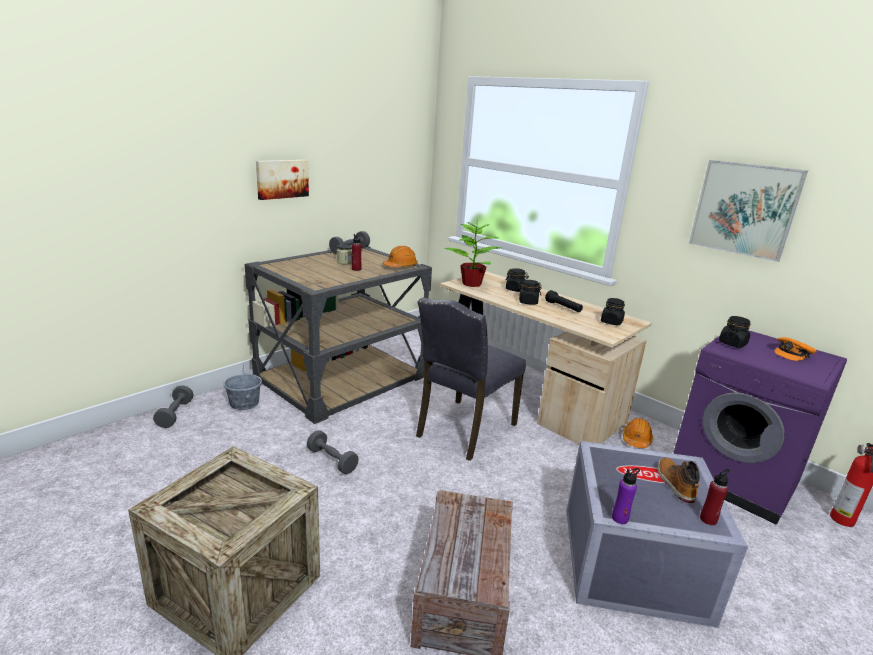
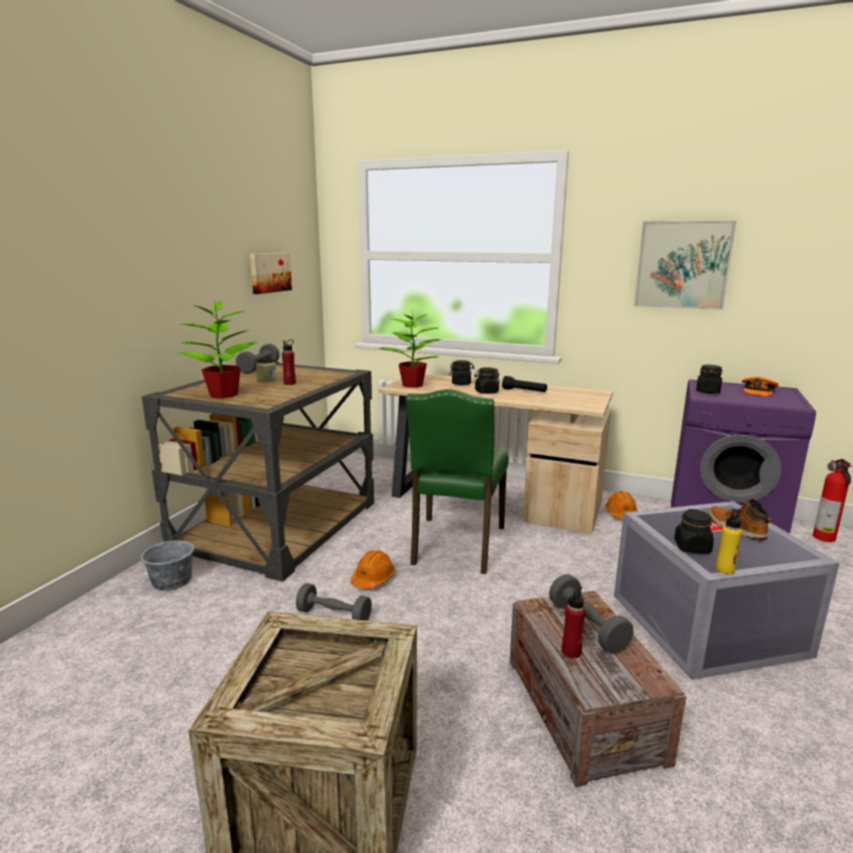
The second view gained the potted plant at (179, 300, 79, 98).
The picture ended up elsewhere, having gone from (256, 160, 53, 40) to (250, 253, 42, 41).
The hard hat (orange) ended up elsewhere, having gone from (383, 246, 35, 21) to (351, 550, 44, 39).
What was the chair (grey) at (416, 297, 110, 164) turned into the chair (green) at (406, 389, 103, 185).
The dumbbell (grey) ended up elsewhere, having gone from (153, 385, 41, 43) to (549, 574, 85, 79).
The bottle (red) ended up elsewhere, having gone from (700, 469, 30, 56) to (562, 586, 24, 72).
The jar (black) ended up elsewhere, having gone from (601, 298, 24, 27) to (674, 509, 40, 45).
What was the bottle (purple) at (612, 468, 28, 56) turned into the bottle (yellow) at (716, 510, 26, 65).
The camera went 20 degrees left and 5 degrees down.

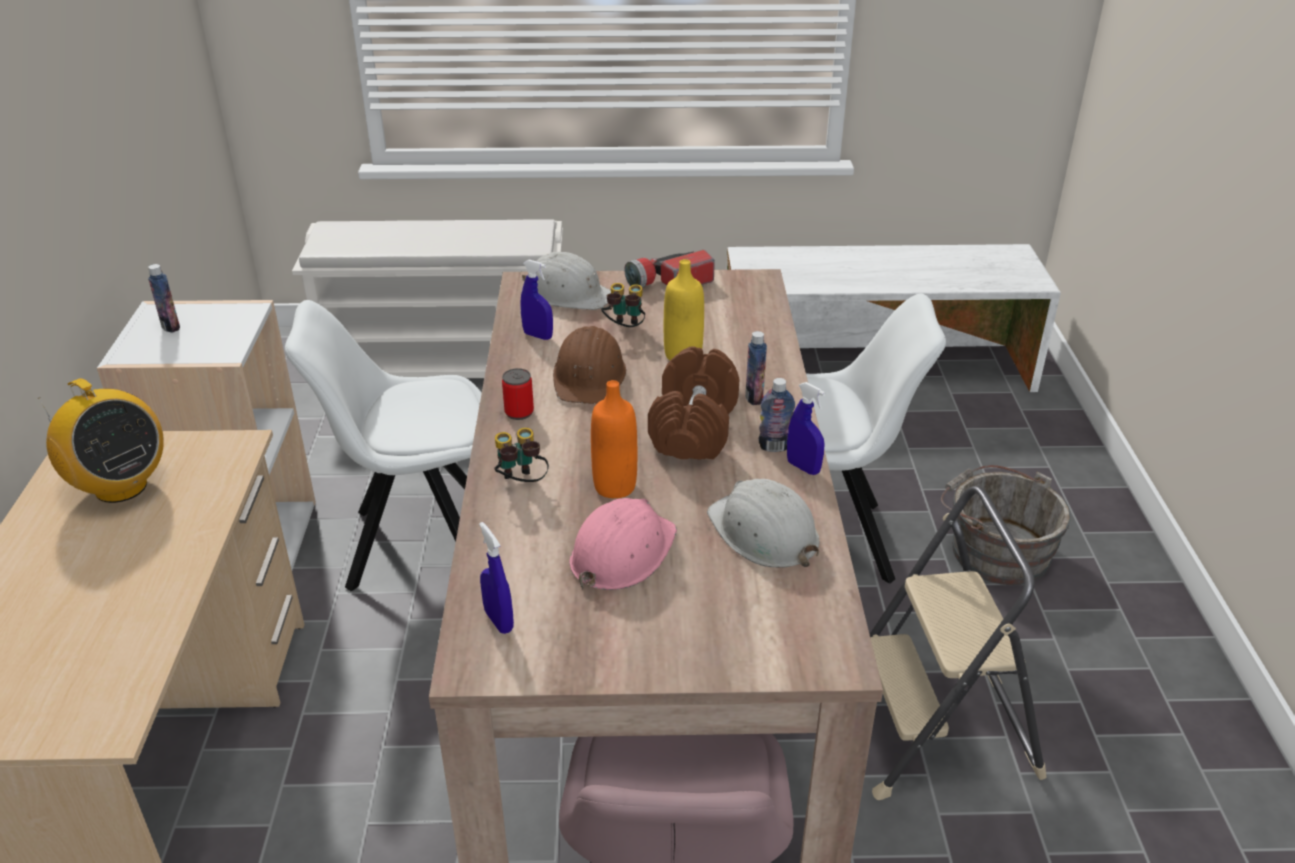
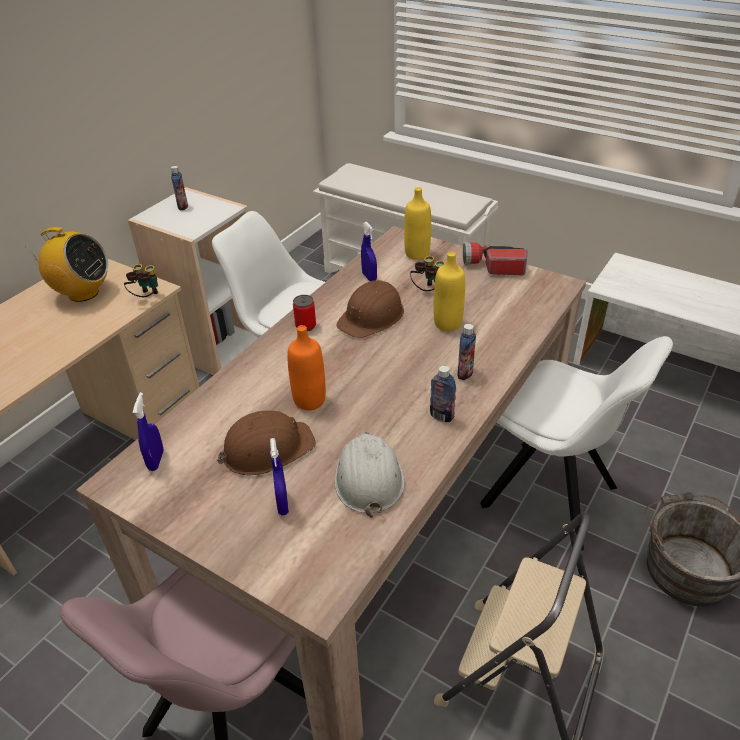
The radio at (38, 378, 126, 125) ended up facing another way, 60 degrees counterclockwise from before.
The binoculars ended up elsewhere, having gone from (494, 428, 55, 54) to (124, 264, 34, 33).
What was the hard hat (pink) at (569, 498, 108, 92) turned into the hard hat (brown) at (216, 411, 100, 64).
The spray bottle (blue) ended up elsewhere, having gone from (787, 382, 39, 93) to (270, 438, 19, 77).
Where the hard hat (white) stood at (522, 252, 89, 58), the bottle (yellow) came to stand at (404, 187, 27, 73).
The second view lost the dumbbell (brown) at (648, 347, 92, 113).
The camera went 35 degrees right and 5 degrees up.

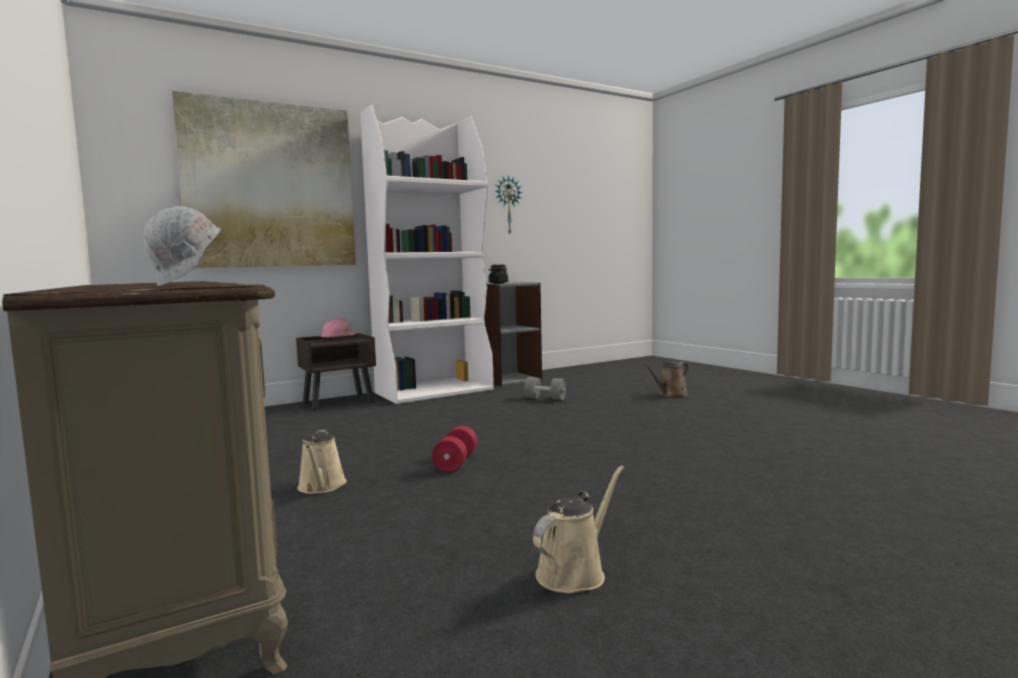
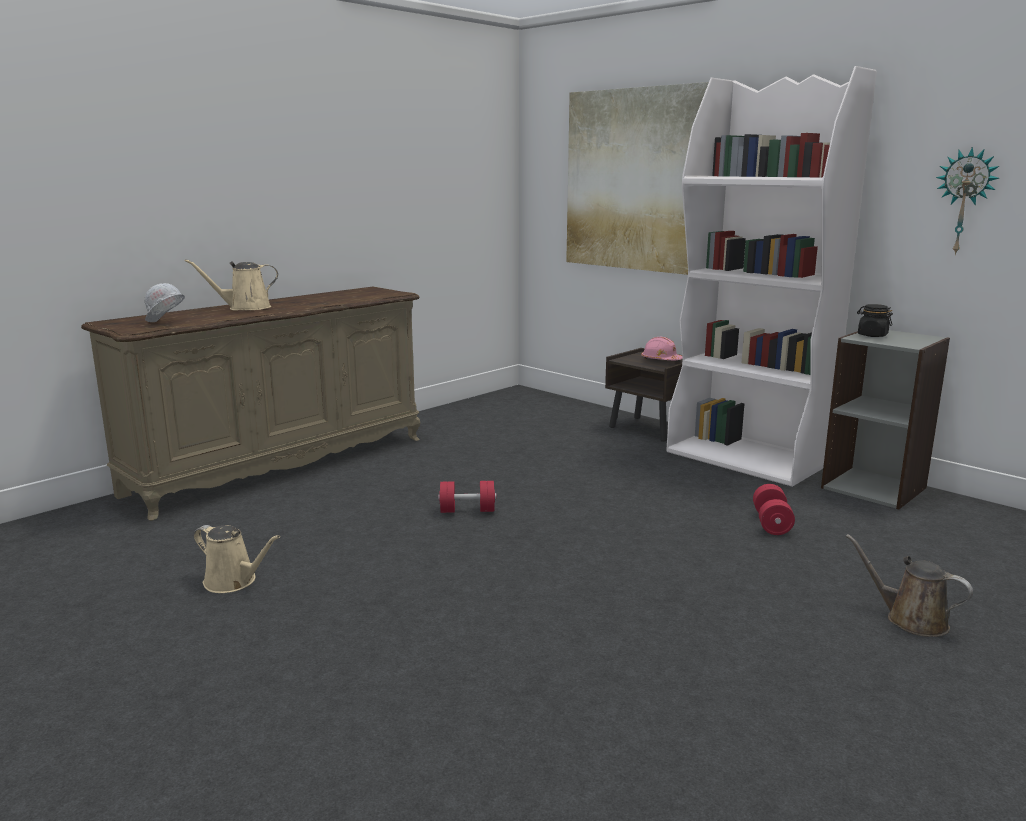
The watering can (beige) ended up elsewhere, having gone from (297, 430, 50, 64) to (185, 259, 93, 52).
What was the dumbbell (grey) at (524, 377, 42, 23) turned into the dumbbell (red) at (753, 484, 42, 51).
The camera went 75 degrees right and 10 degrees up.

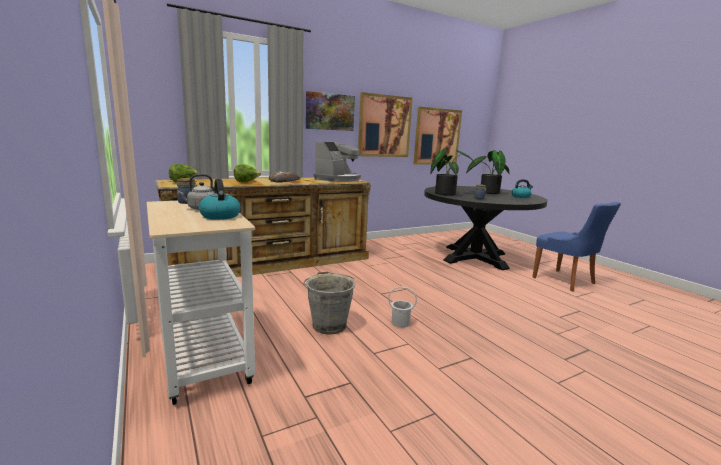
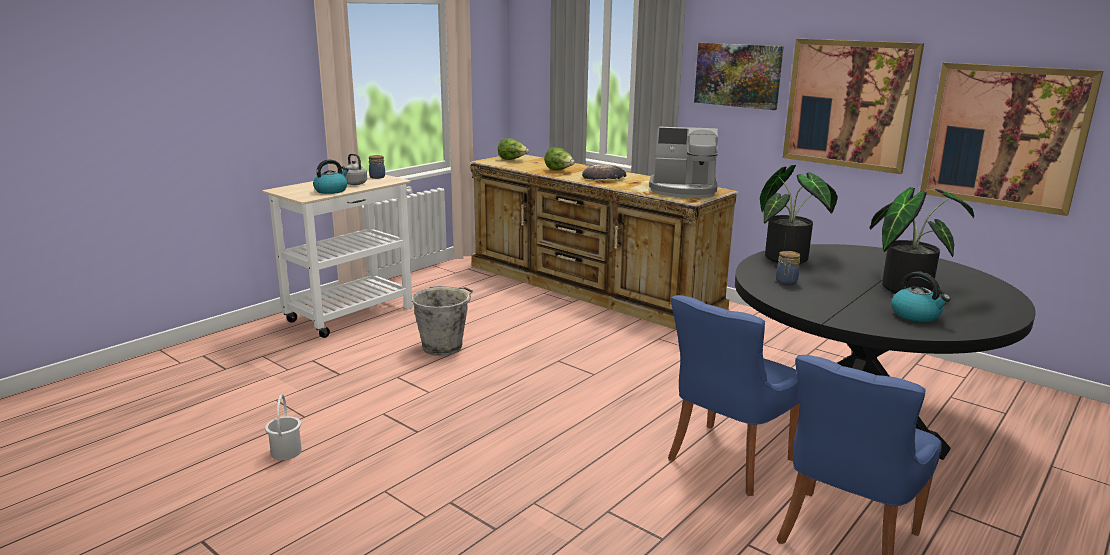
The bucket (white) ended up elsewhere, having gone from (388, 287, 29, 41) to (265, 394, 37, 66).
The second view gained the chair (blue) at (668, 295, 132, 201).
The camera went 70 degrees right and 5 degrees up.

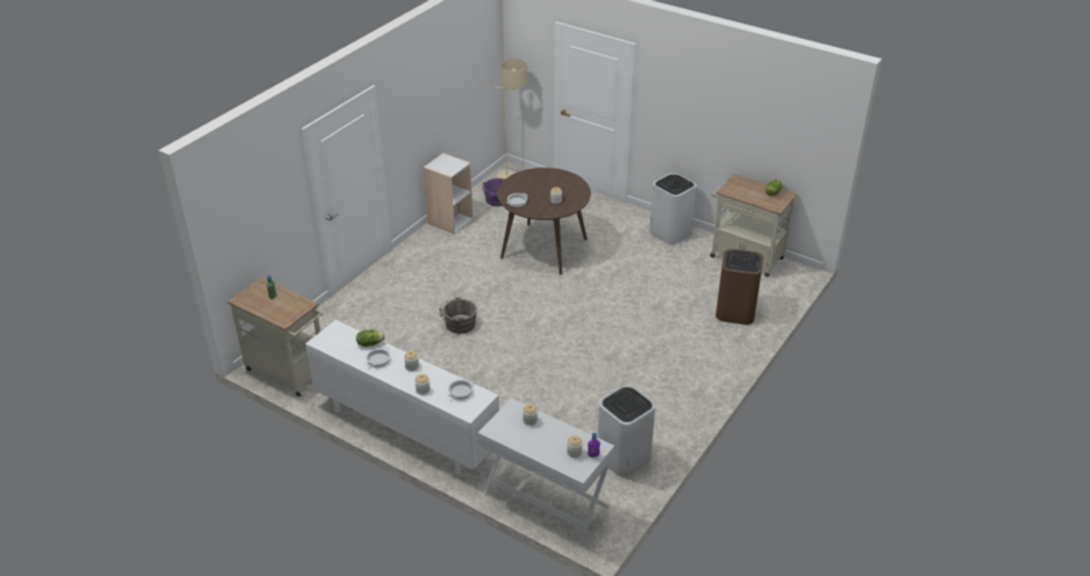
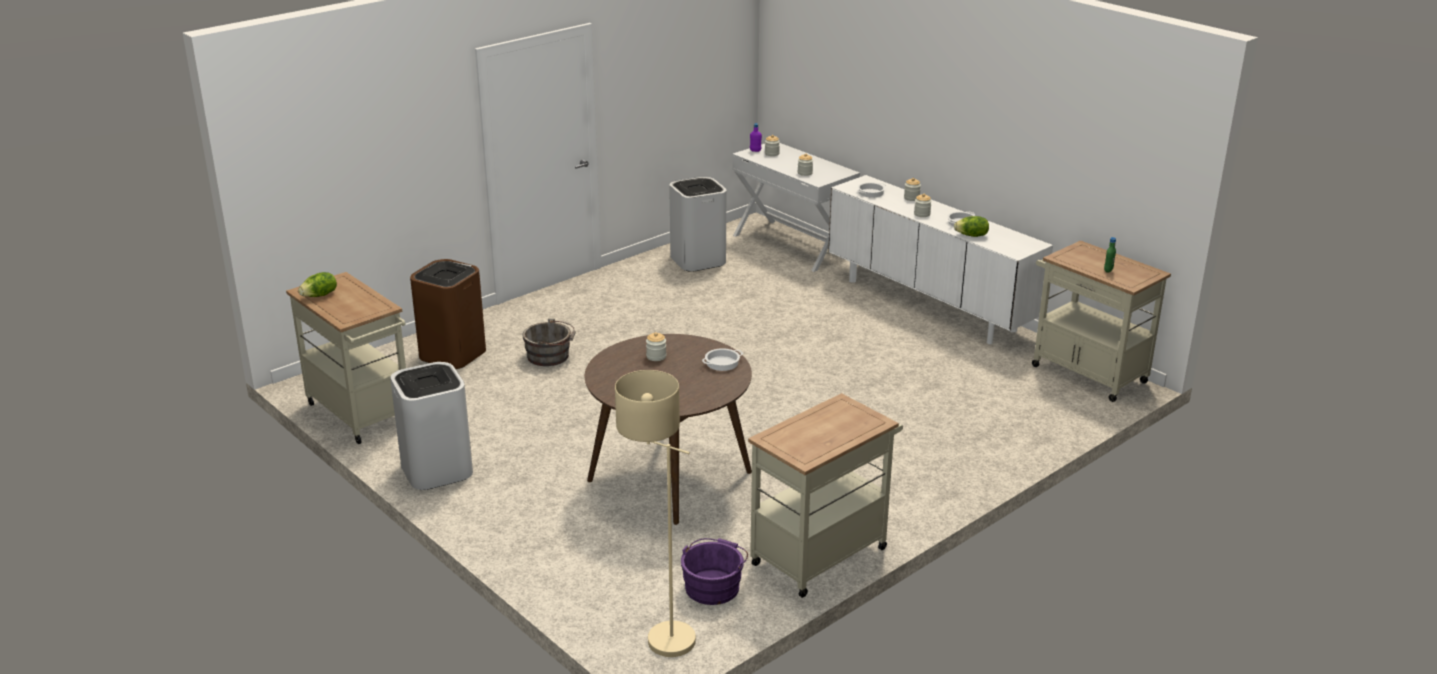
The bucket (grey) ended up elsewhere, having gone from (439, 297, 38, 37) to (522, 319, 54, 47).
Where the bookcase stood at (423, 153, 50, 81), the cart (beige) came to stand at (748, 393, 155, 205).
The camera went 165 degrees left and 10 degrees down.

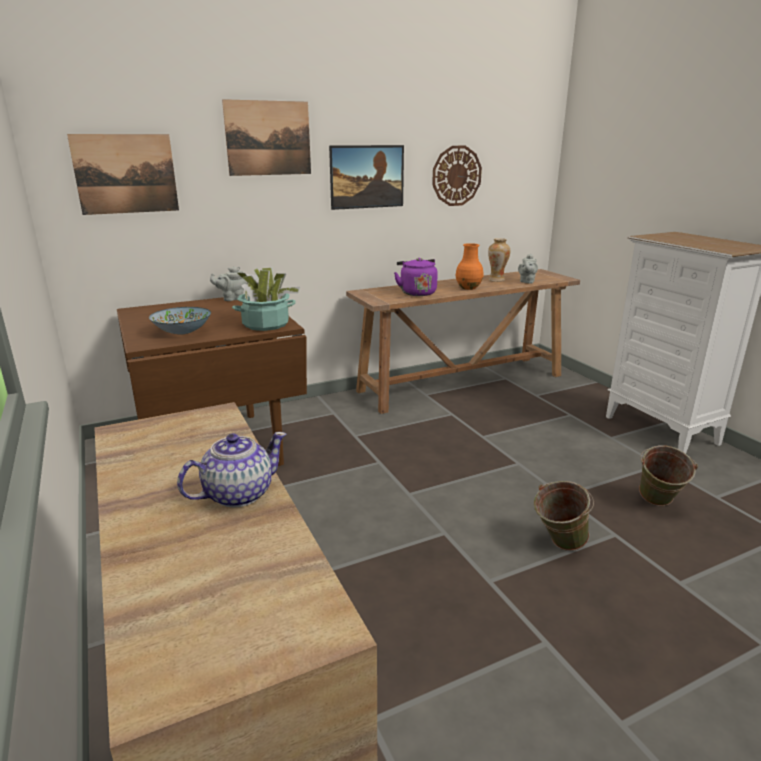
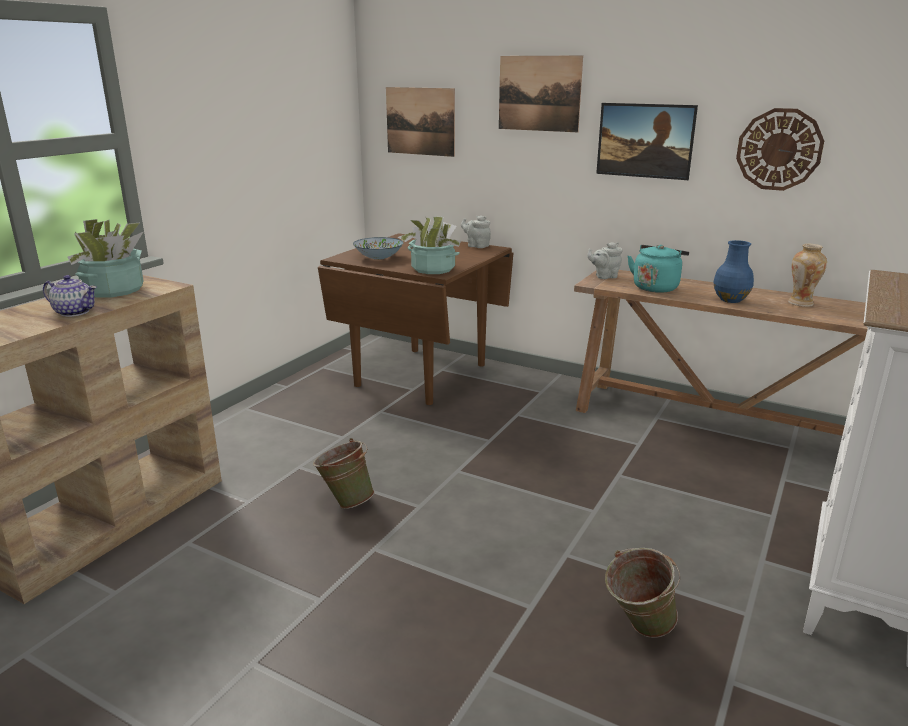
The second view gained the potted plant at (67, 219, 77, 78).
The bucket (green) ended up elsewhere, having gone from (534, 481, 60, 70) to (313, 438, 62, 71).
The teapot (grey) ended up elsewhere, having gone from (518, 254, 20, 30) to (587, 242, 35, 37).
What was the kettle (purple) at (394, 258, 44, 38) turned into the kettle (turquoise) at (627, 245, 62, 48).
What was the vase (orange) at (456, 243, 27, 47) turned into the vase (blue) at (713, 240, 41, 63).
The camera went 55 degrees right and 0 degrees up.

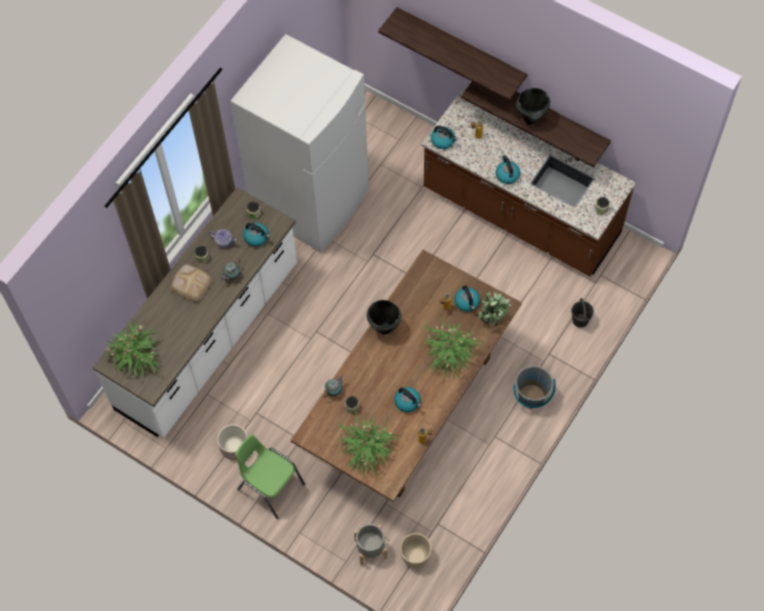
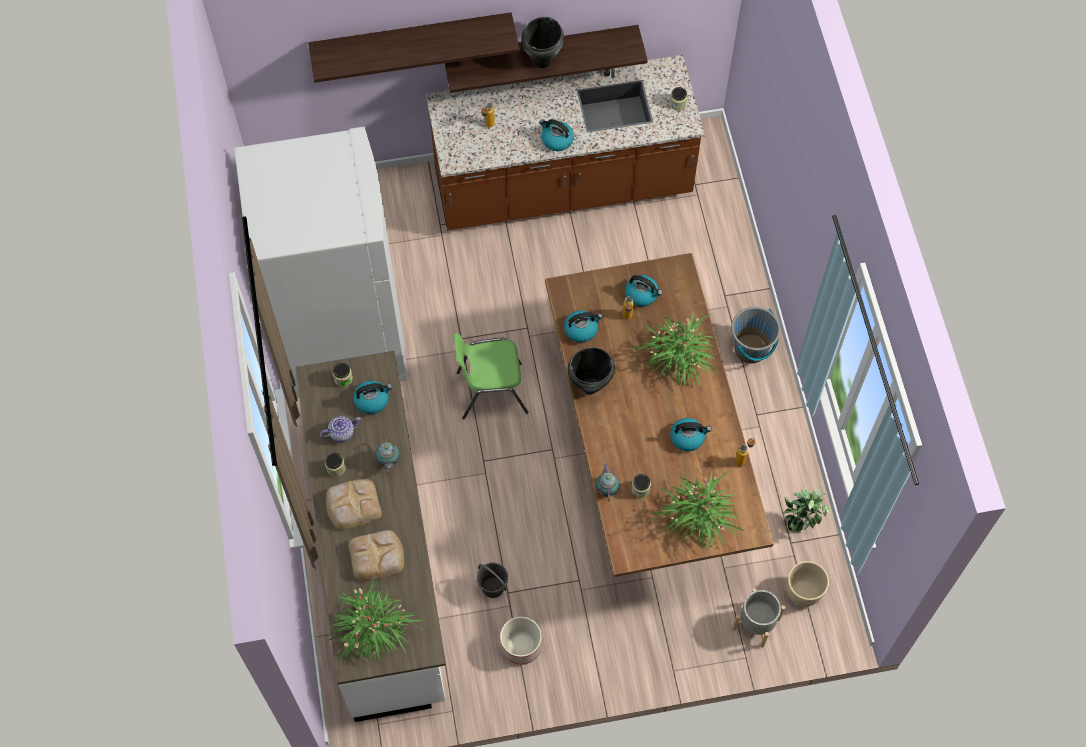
The second view gained the bread at (348, 530, 56, 51).
The chair (green) ended up elsewhere, having gone from (235, 434, 70, 85) to (454, 333, 74, 87).
The bucket (grey) ended up elsewhere, having gone from (571, 298, 23, 30) to (476, 562, 32, 36).
The kettle ended up elsewhere, having gone from (431, 126, 27, 23) to (564, 310, 39, 33).
The potted plant ended up elsewhere, having gone from (478, 292, 33, 34) to (784, 488, 46, 44).
The camera went 45 degrees left and 0 degrees up.

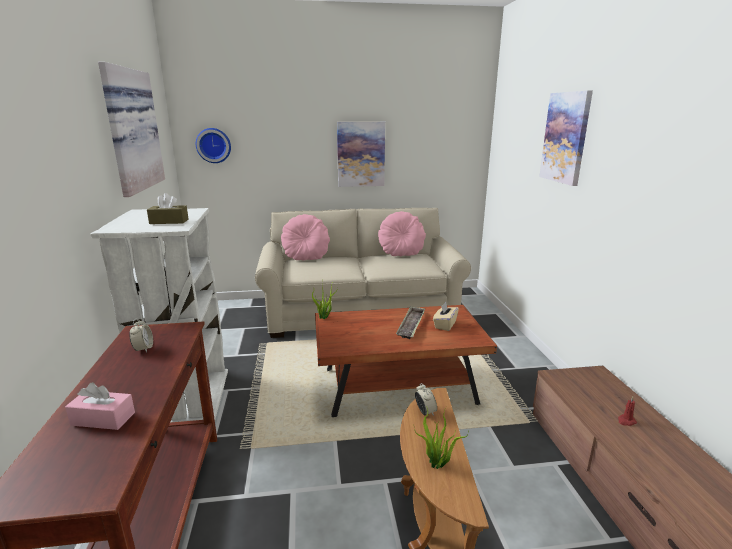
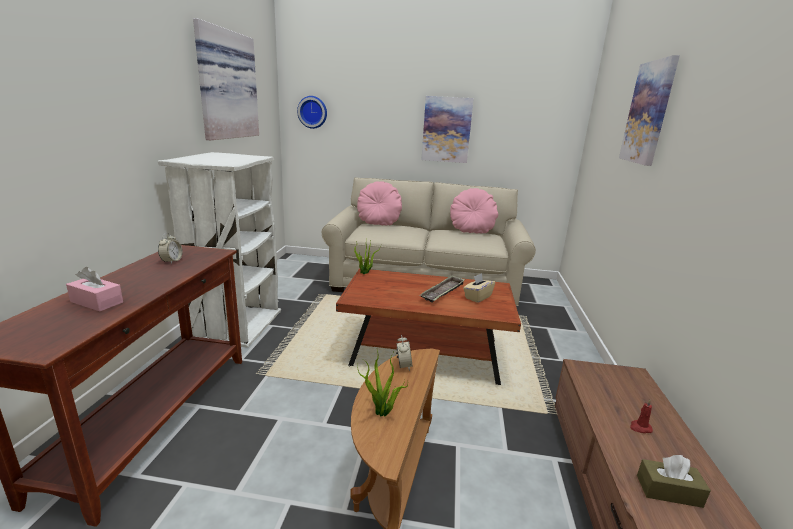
The tissue box (brown) ended up elsewhere, having gone from (147, 193, 41, 31) to (637, 455, 74, 53).
The camera went 15 degrees right and 0 degrees up.

